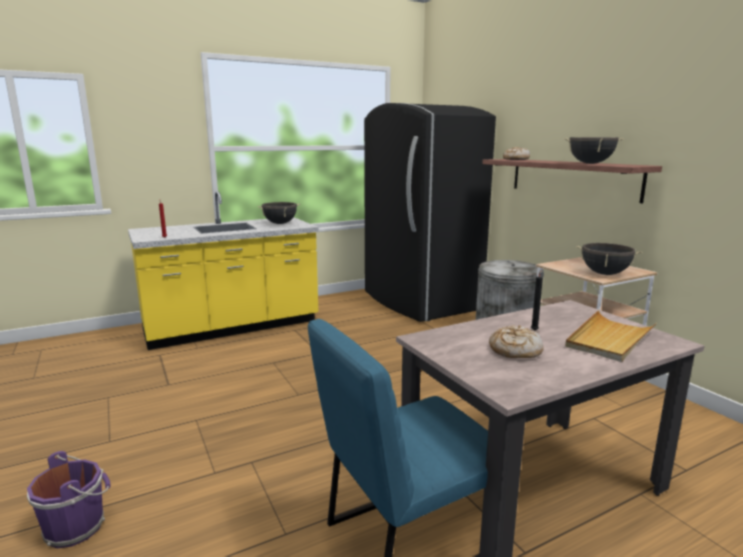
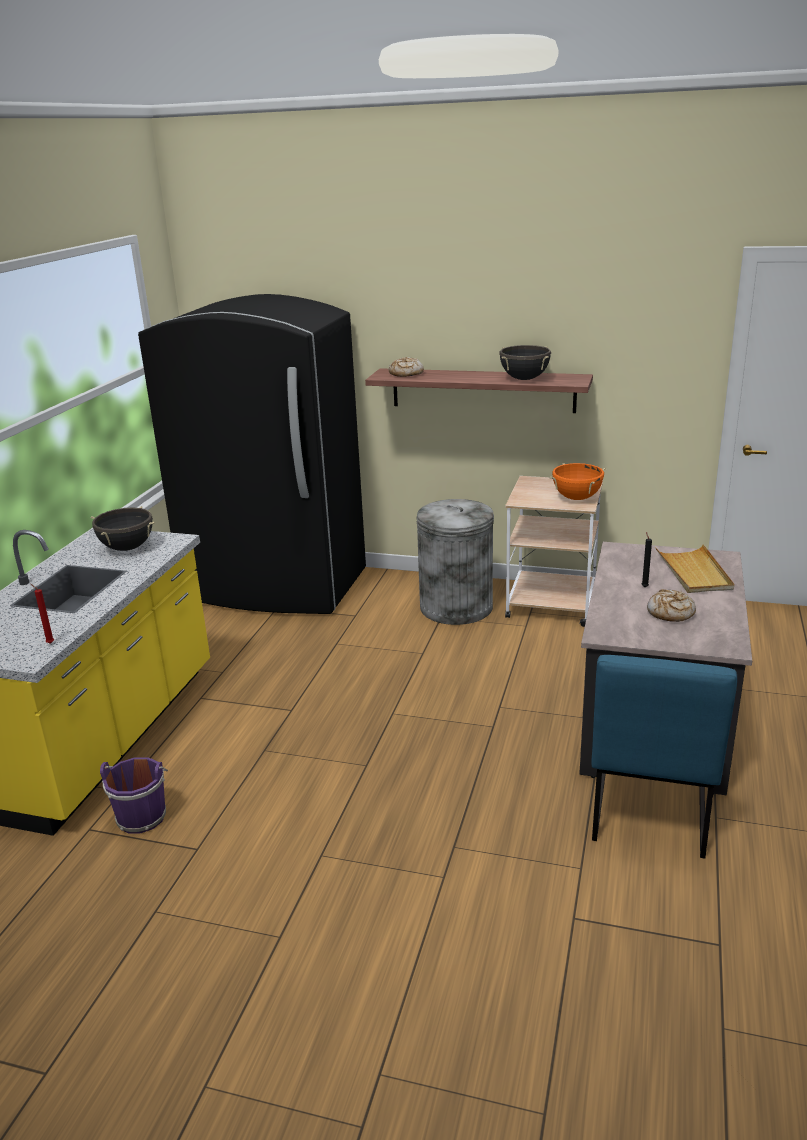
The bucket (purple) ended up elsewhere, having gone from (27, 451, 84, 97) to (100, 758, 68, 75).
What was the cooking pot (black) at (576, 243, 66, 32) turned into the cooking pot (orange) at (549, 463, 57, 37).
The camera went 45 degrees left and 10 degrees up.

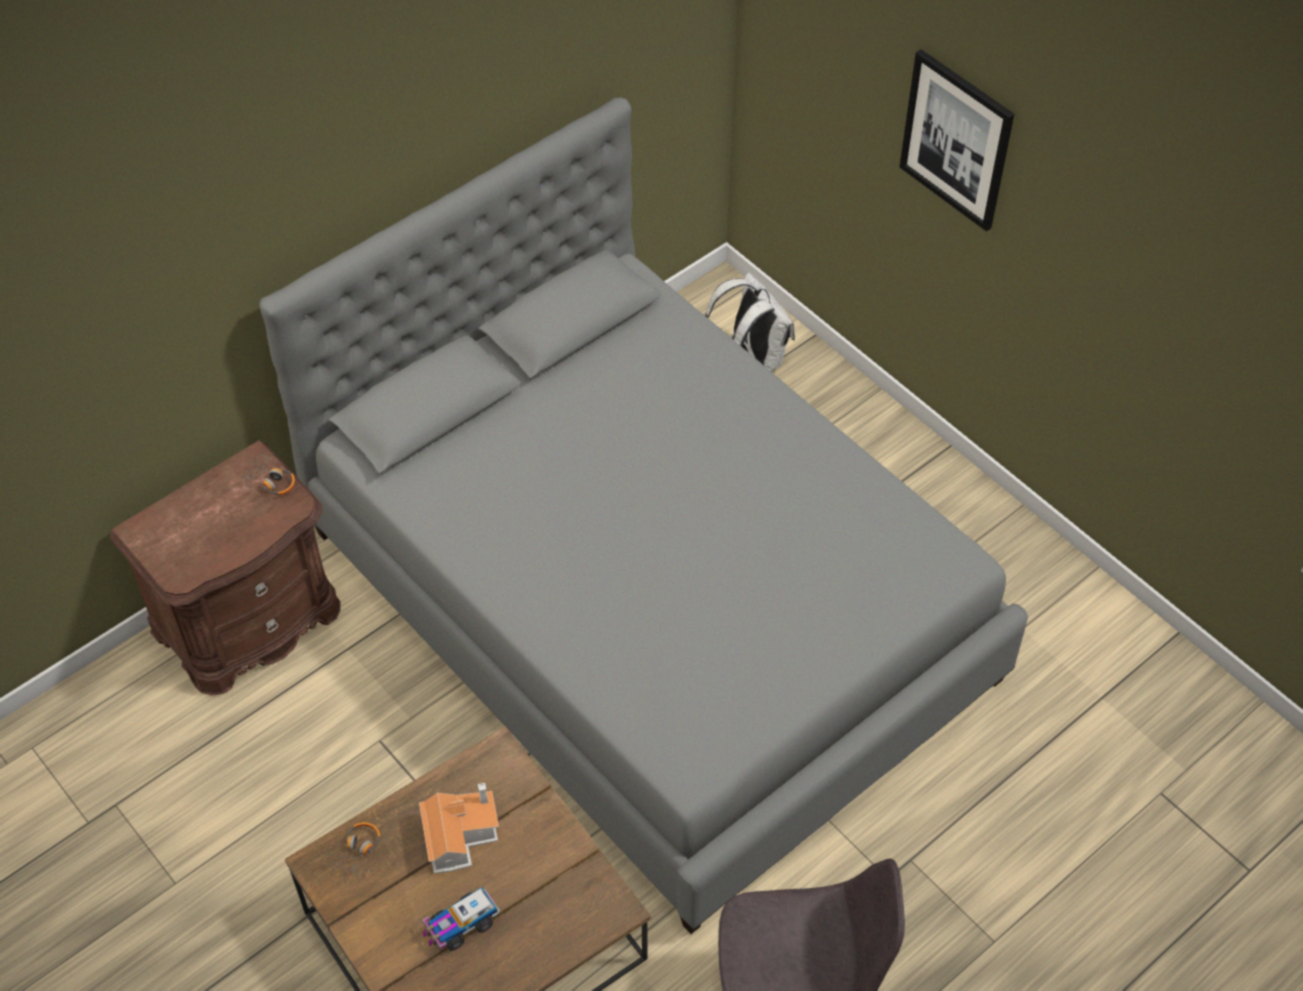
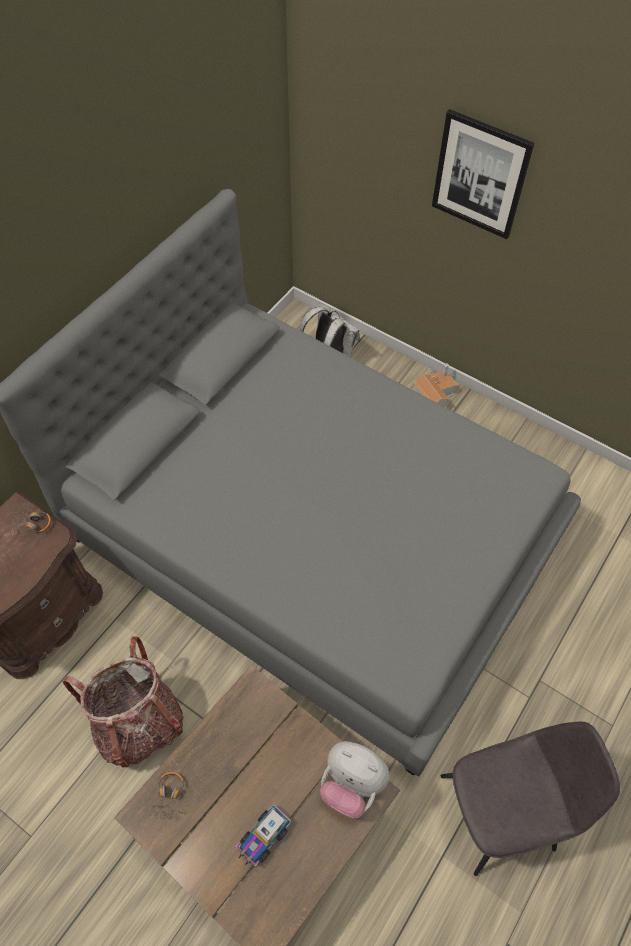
The second view gained the backpack at (63, 636, 121, 132).
The second view gained the plush toy at (320, 741, 69, 78).
The toy house ended up elsewhere, having gone from (419, 783, 80, 91) to (413, 363, 44, 45).
The camera went 15 degrees left and 5 degrees up.

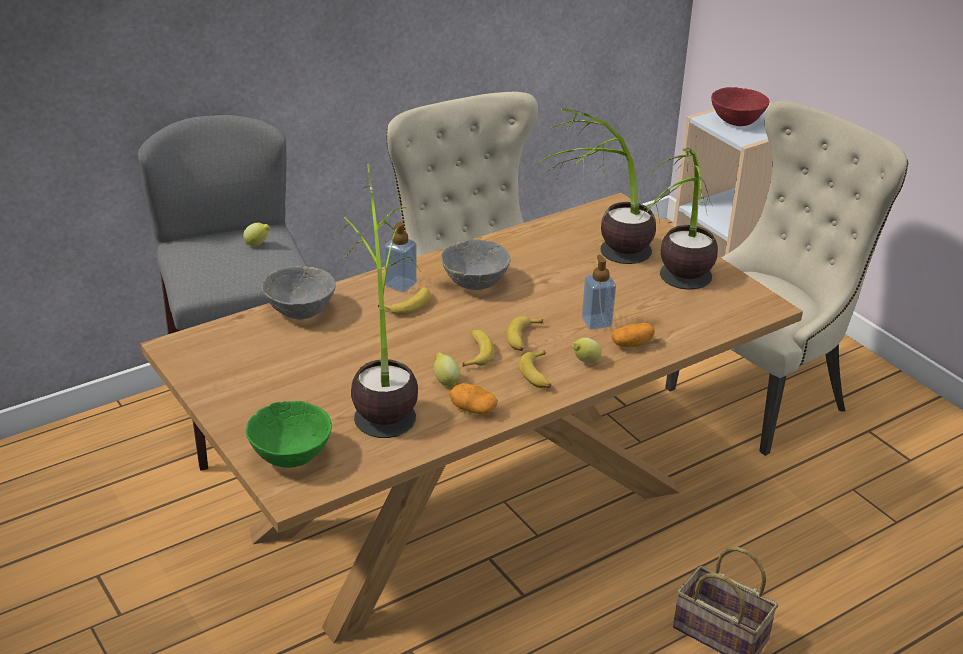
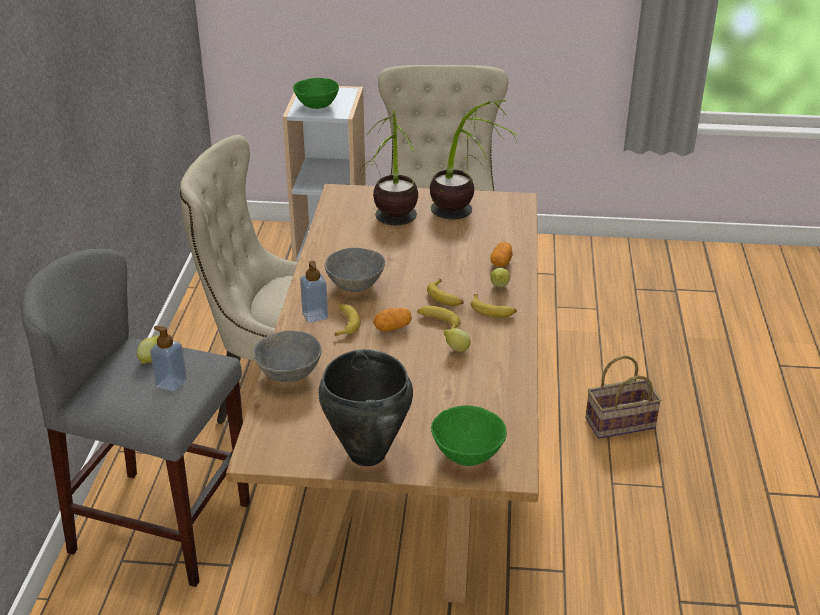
The soap dispenser ended up elsewhere, having gone from (582, 255, 34, 74) to (150, 326, 37, 66).
What was the bowl (red) at (711, 87, 58, 39) turned into the bowl (green) at (293, 78, 46, 31).
The second view gained the cooking pot (black) at (318, 349, 95, 117).
The potato ended up elsewhere, having gone from (449, 383, 49, 32) to (373, 308, 39, 24).
The second view lost the potted plant at (339, 164, 81, 274).
The camera went 50 degrees left and 0 degrees up.

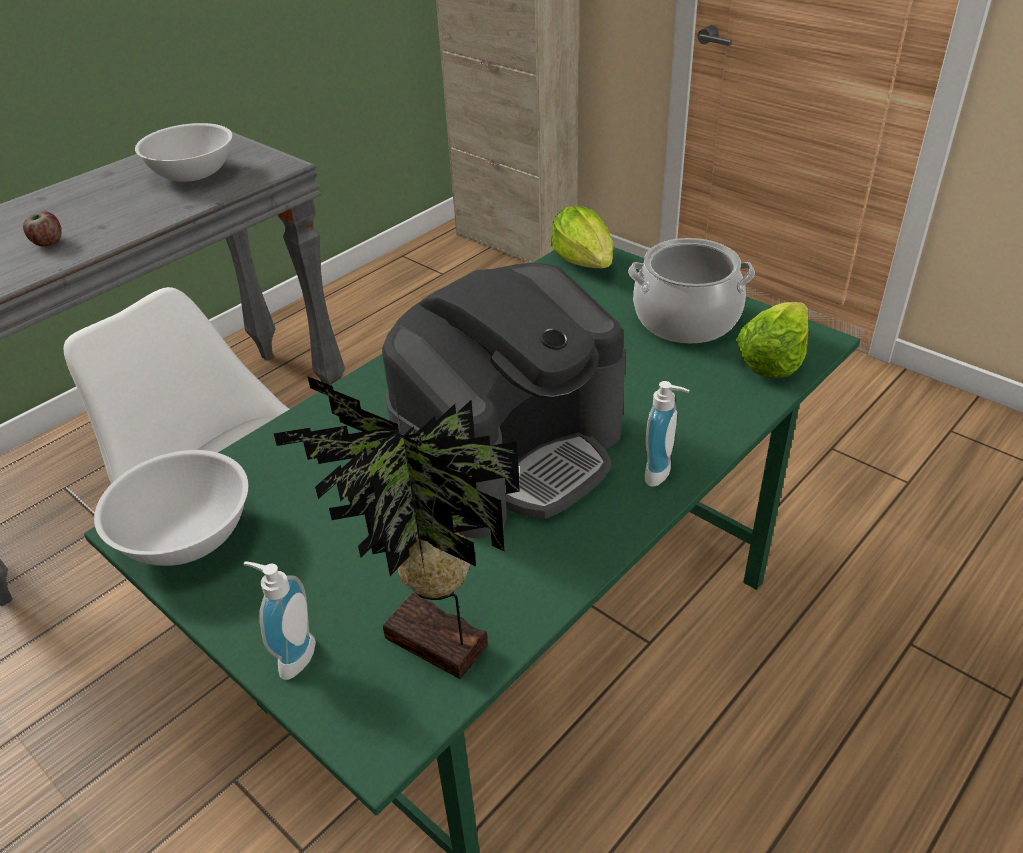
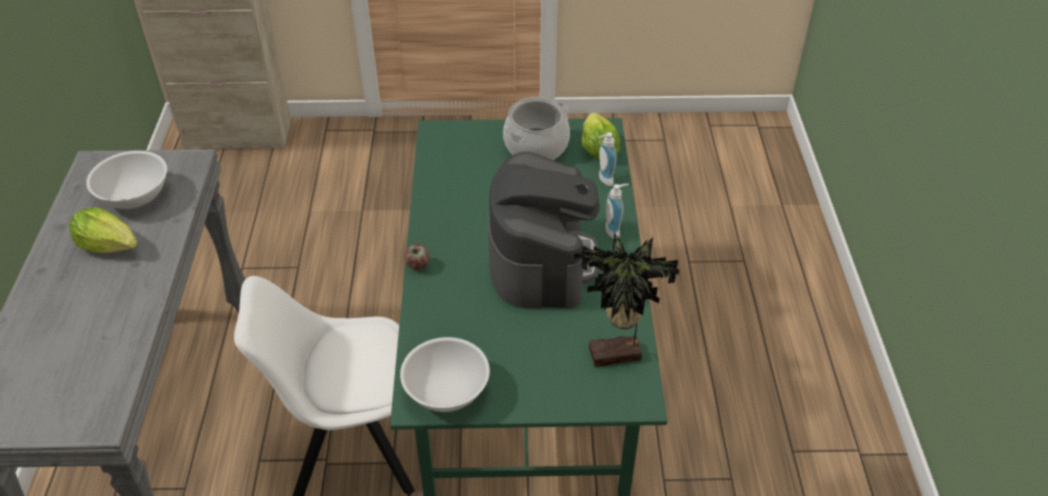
The lettuce ended up elsewhere, having gone from (551, 207, 63, 61) to (69, 207, 68, 46).
The apple ended up elsewhere, having gone from (23, 211, 39, 35) to (404, 244, 26, 26).
The soap dispenser ended up elsewhere, having gone from (243, 561, 73, 119) to (598, 132, 19, 54).
The camera went 45 degrees left and 5 degrees up.

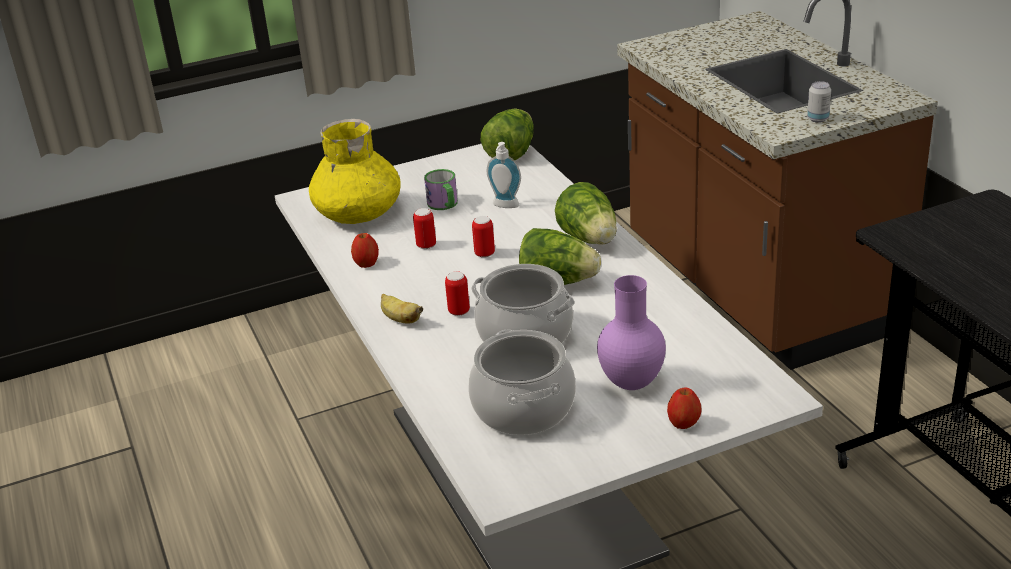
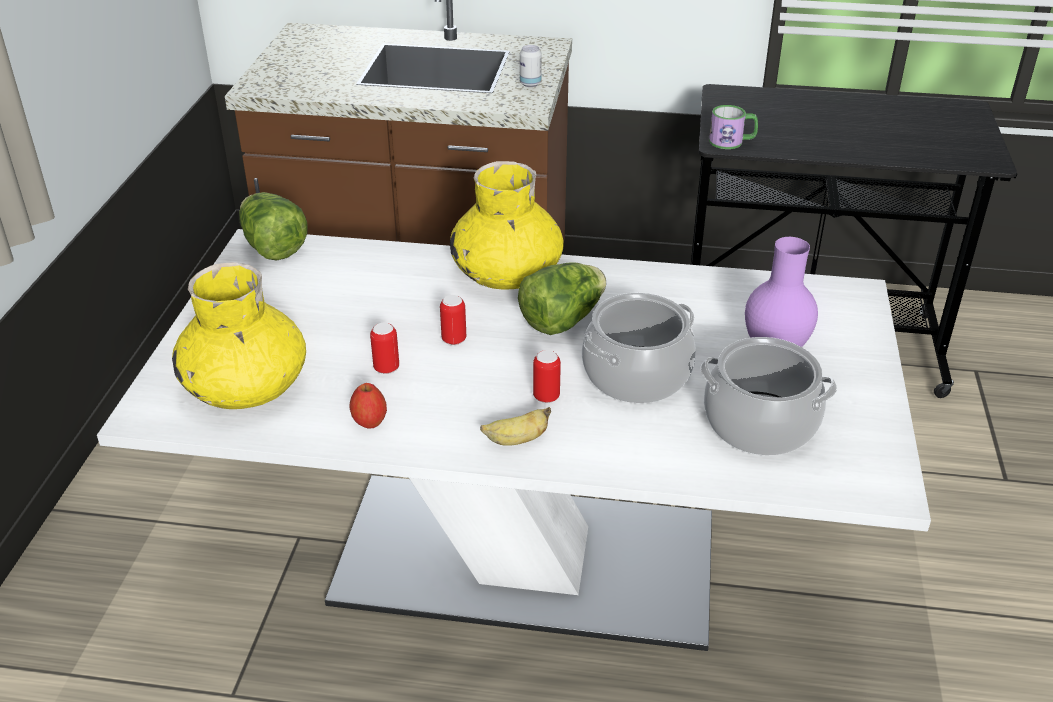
Where the lettuce stood at (555, 182, 62, 63), the vase (yellow) came to stand at (450, 161, 114, 129).
The mug ended up elsewhere, having gone from (424, 169, 34, 41) to (709, 105, 49, 44).
The second view lost the soap dispenser at (487, 142, 34, 66).
The second view lost the apple at (667, 387, 35, 42).
The camera went 60 degrees left and 5 degrees up.

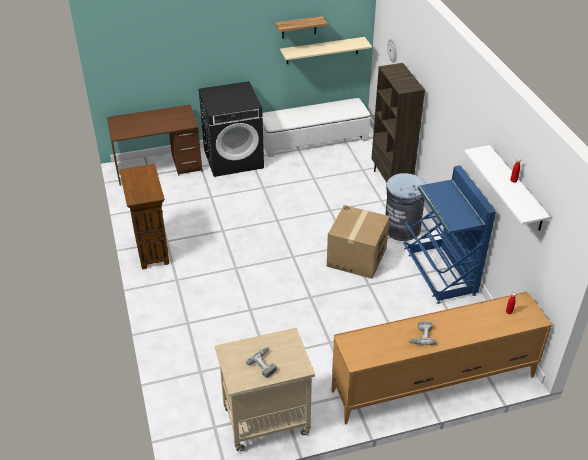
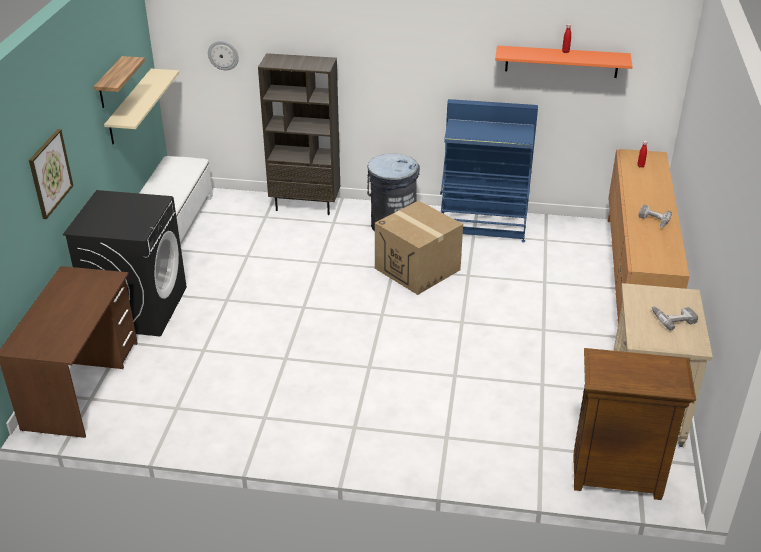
The second view gained the picture at (29, 129, 44, 90).
What was the shelf (white) at (464, 145, 86, 86) turned into the shelf (orange) at (495, 46, 137, 32).
The cabinet (brown) ended up elsewhere, having gone from (119, 164, 50, 105) to (574, 348, 122, 152).
The camera went 65 degrees left and 5 degrees down.

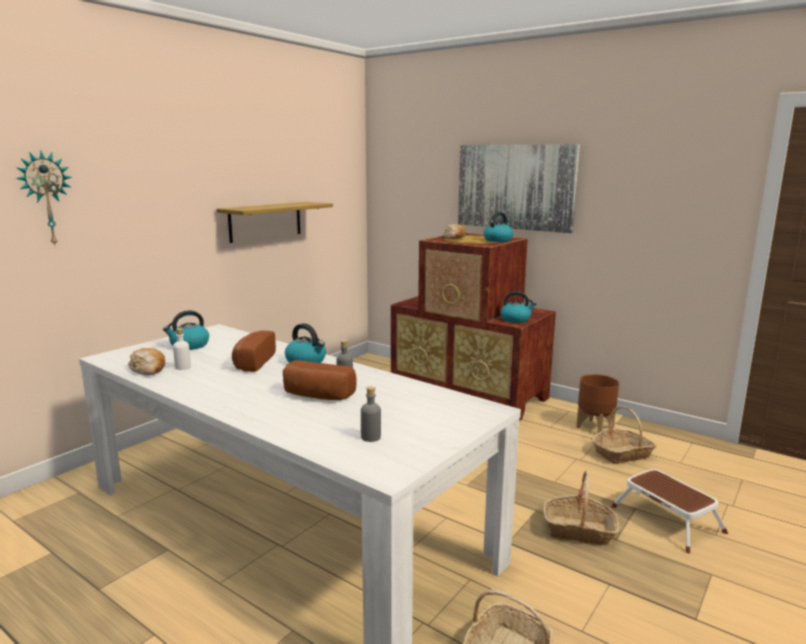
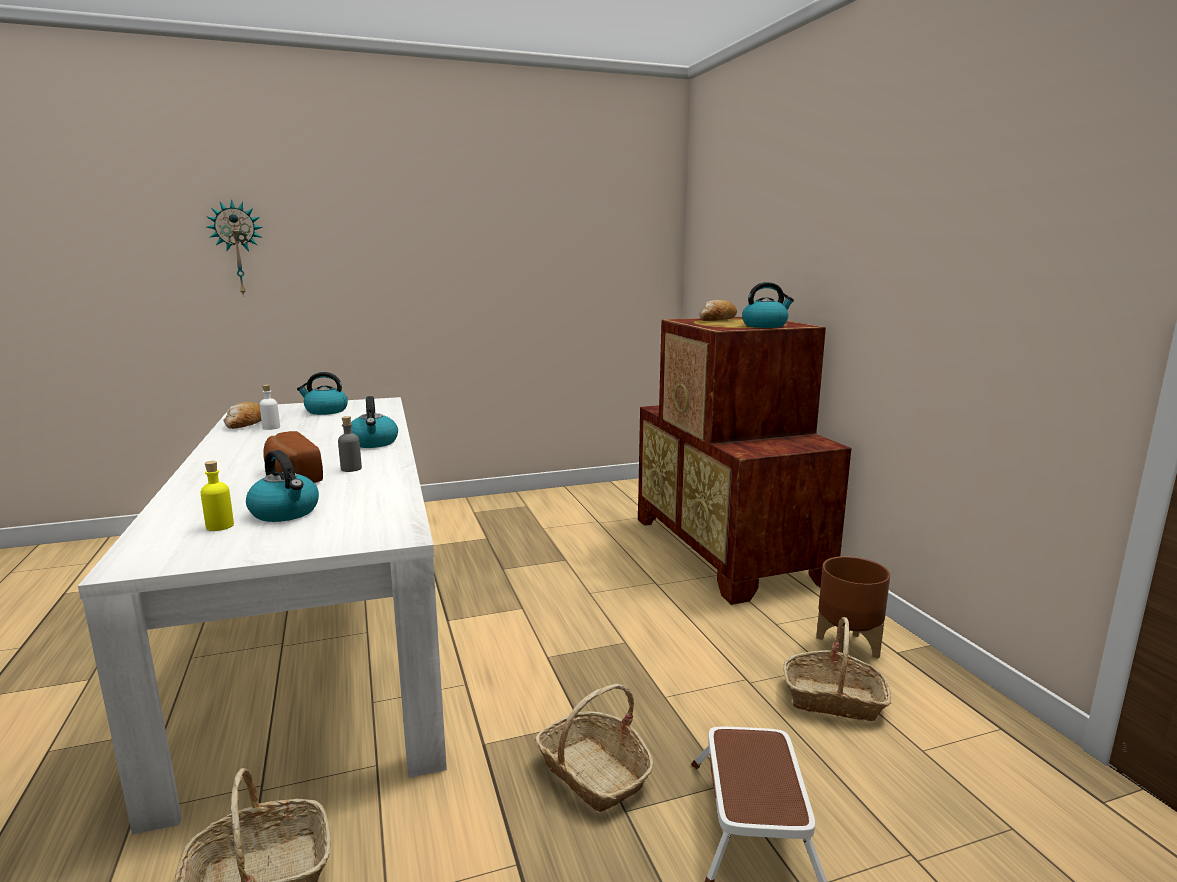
What was the bottle (grey) at (361, 386, 20, 56) turned into the bottle (yellow) at (200, 461, 34, 70).
The kettle ended up elsewhere, having gone from (500, 291, 36, 32) to (246, 450, 73, 72).
The second view lost the shelf at (216, 202, 117, 41).
The second view lost the bread at (232, 331, 44, 41).
The second view lost the picture at (458, 144, 122, 89).
The camera went 35 degrees right and 0 degrees up.

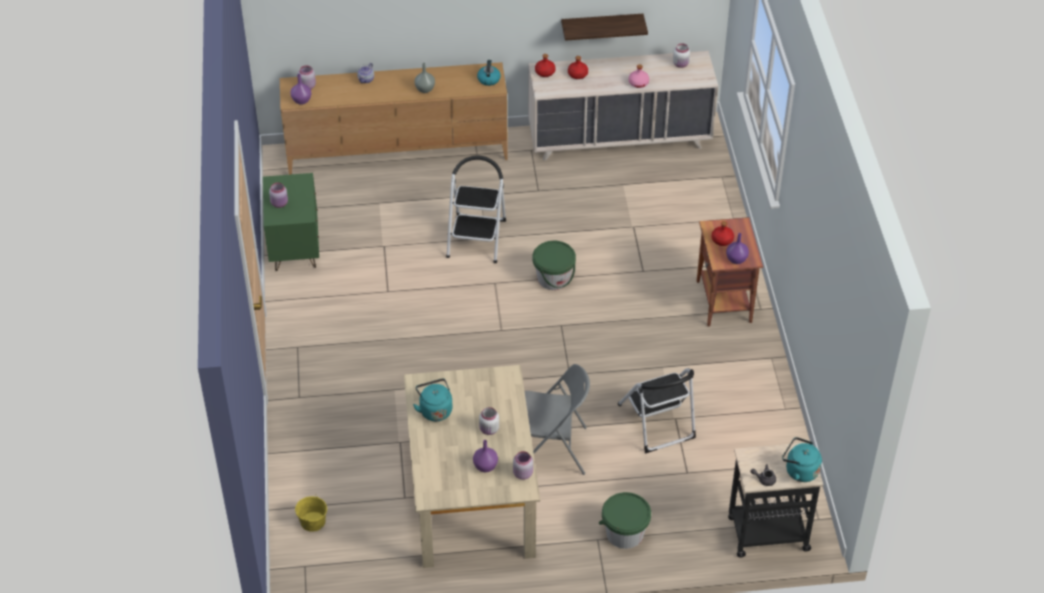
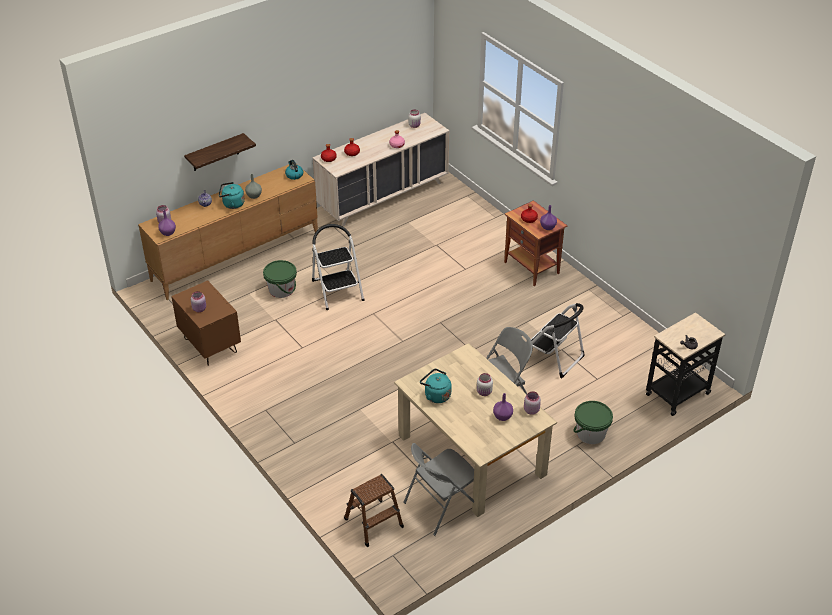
What was the nightstand (green) at (263, 173, 56, 98) turned into the nightstand (brown) at (171, 280, 70, 86).
The shelf ended up elsewhere, having gone from (561, 14, 87, 27) to (184, 133, 72, 38).
The kettle (turquoise) ended up elsewhere, having gone from (782, 437, 40, 45) to (219, 182, 26, 27).
The bucket (green) ended up elsewhere, having gone from (533, 241, 43, 49) to (263, 260, 34, 38).
Where the bucket (yellow) stood at (295, 494, 32, 38), the step ladder (brown) came to stand at (344, 474, 60, 73).
The second view gained the chair (grey) at (403, 443, 71, 93).
The camera went 30 degrees left and 5 degrees down.

